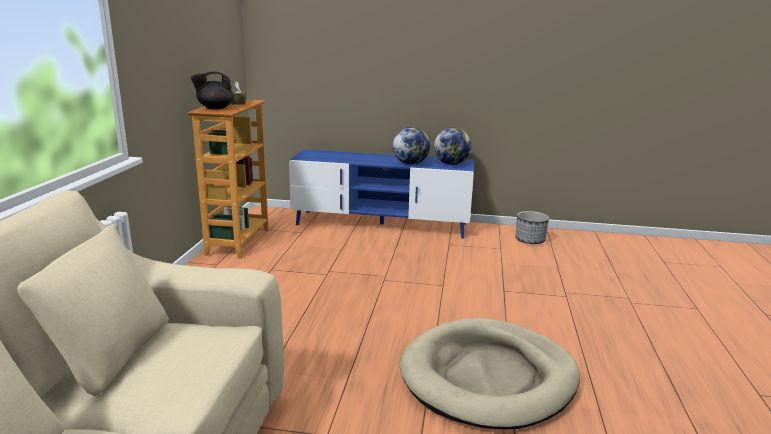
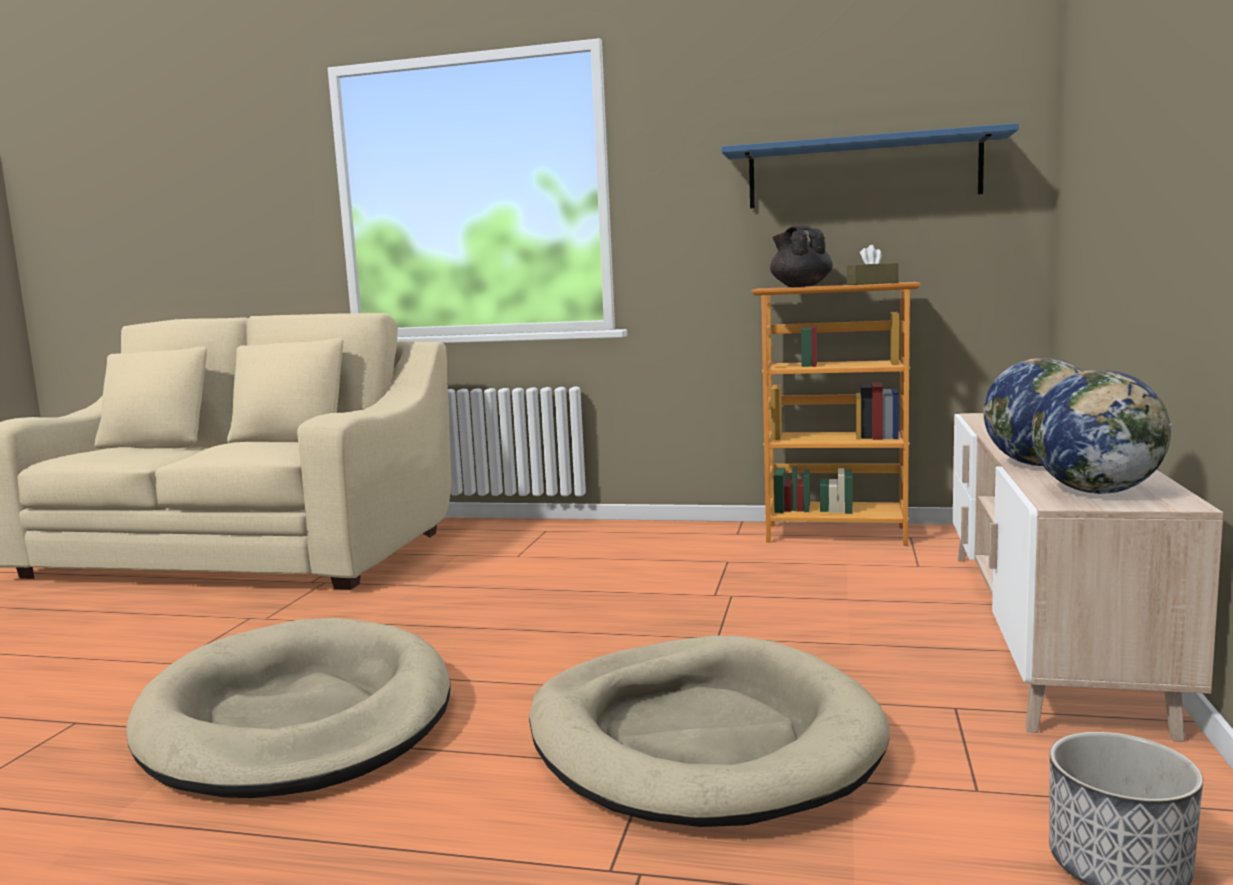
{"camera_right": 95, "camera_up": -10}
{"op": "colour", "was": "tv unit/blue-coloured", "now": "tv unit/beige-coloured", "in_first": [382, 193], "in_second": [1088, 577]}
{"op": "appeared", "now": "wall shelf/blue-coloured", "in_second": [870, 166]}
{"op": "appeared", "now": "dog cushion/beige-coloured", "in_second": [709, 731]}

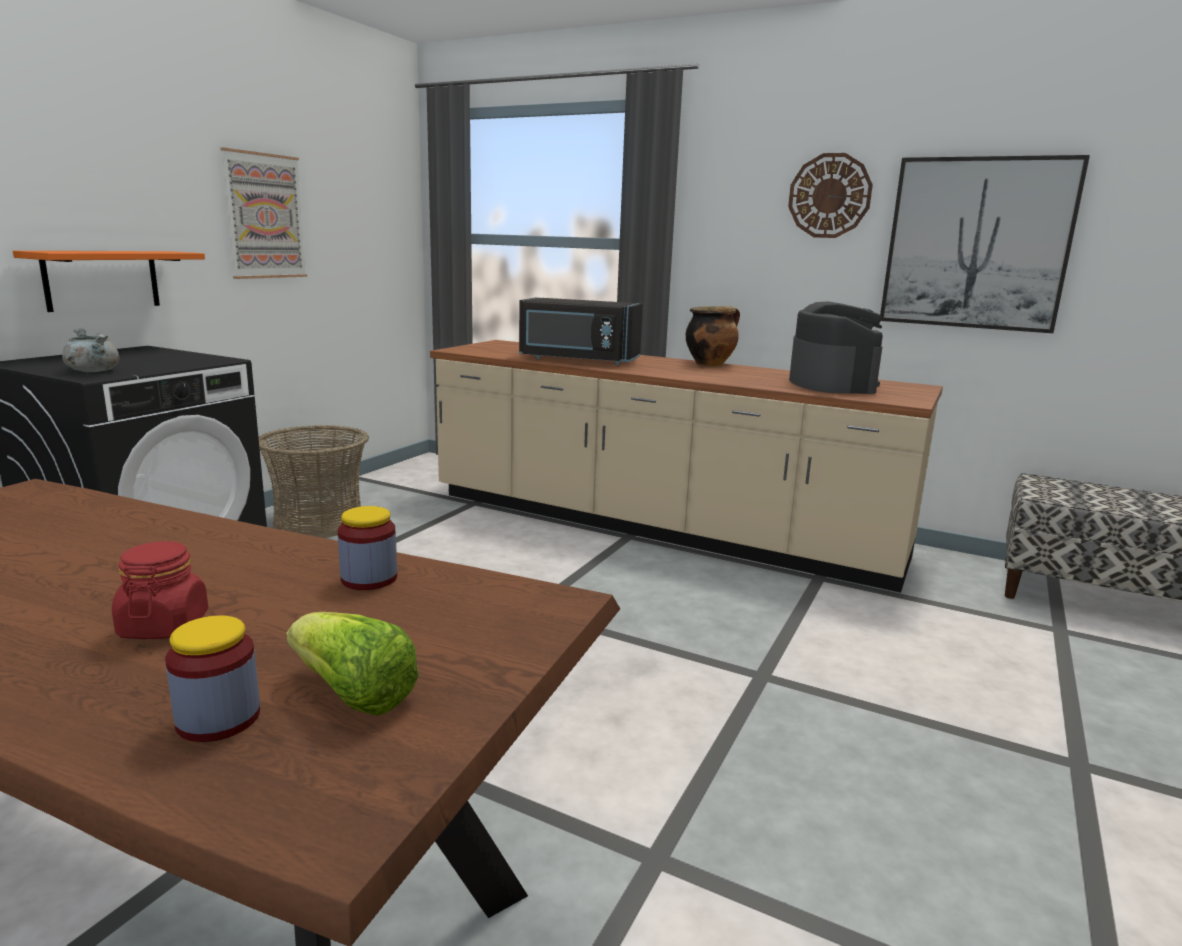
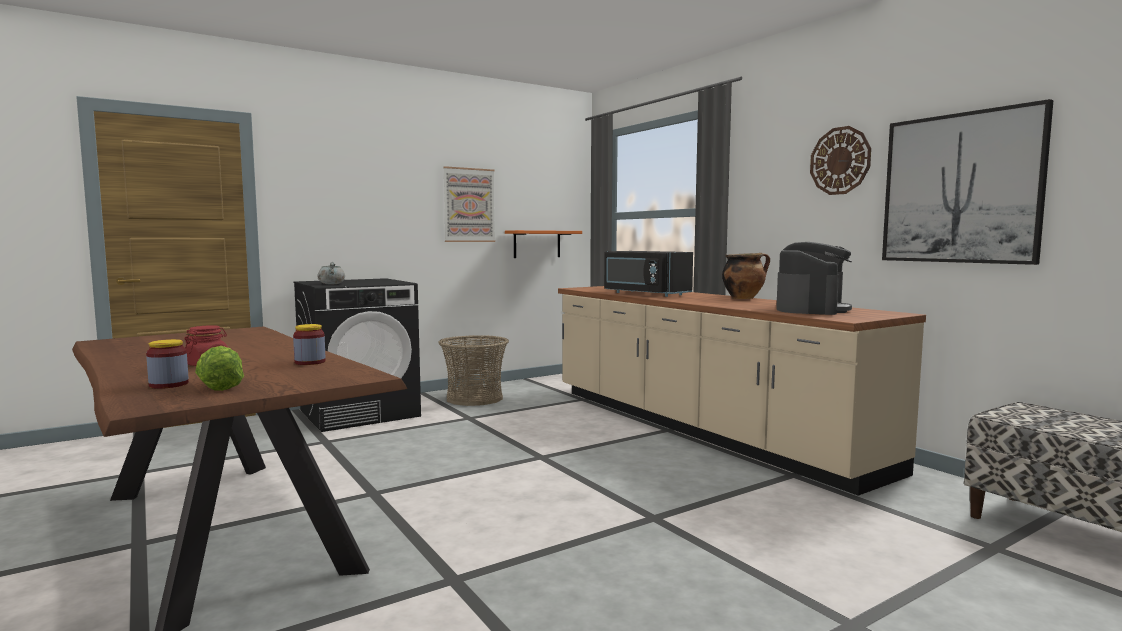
{"camera_right": 30, "camera_up": -10}
{"op": "relocated", "was": "wall shelf/orange-coloured", "in_first": [109, 281], "in_second": [543, 244]}

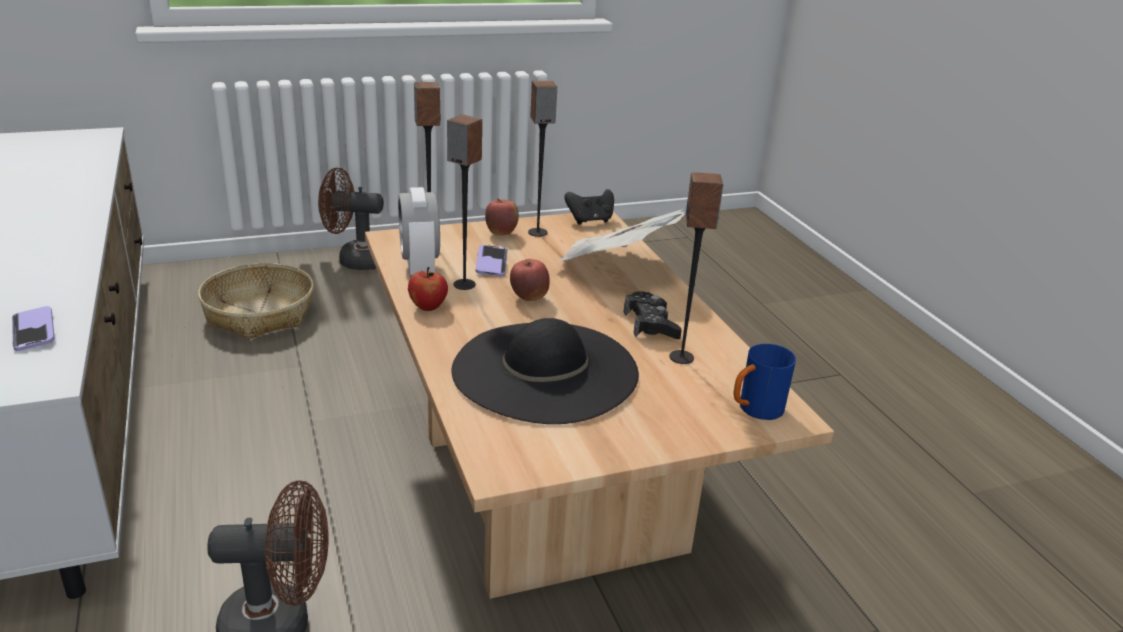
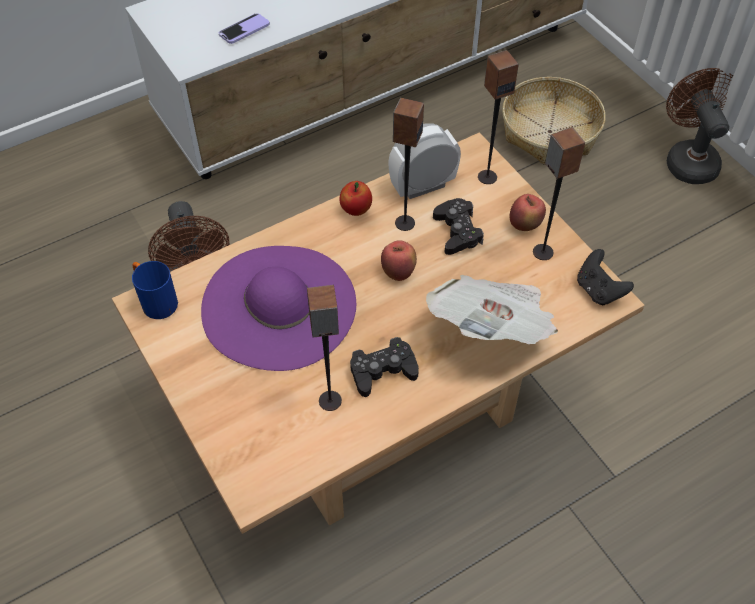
{"camera_right": 80, "camera_up": 25}
{"op": "exchanged", "was": "phone", "now": "game controller/blackish", "in_first": [491, 260], "in_second": [458, 226]}
{"op": "colour", "was": "clothing hat/blackish", "now": "clothing hat/purple-coloured", "in_first": [545, 371], "in_second": [278, 308]}
{"op": "relocated", "was": "mug/blue-coloured", "in_first": [765, 382], "in_second": [155, 290]}

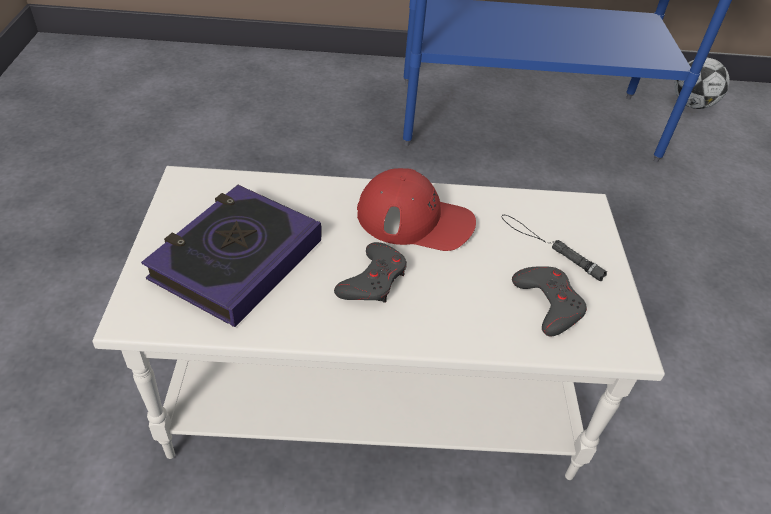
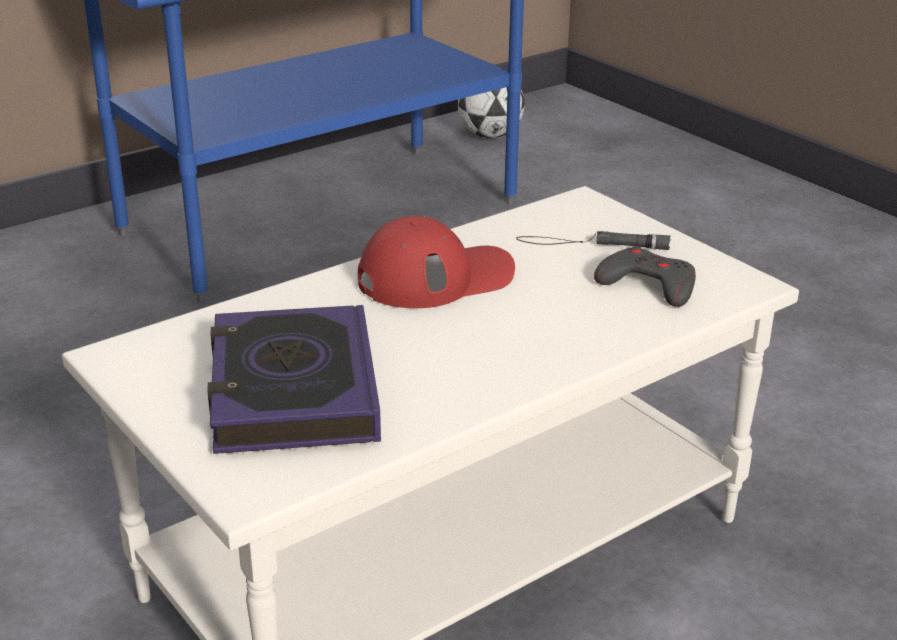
{"camera_right": -35, "camera_up": -15}
{"op": "missing", "was": "game controller/gray", "in_first": [370, 272]}

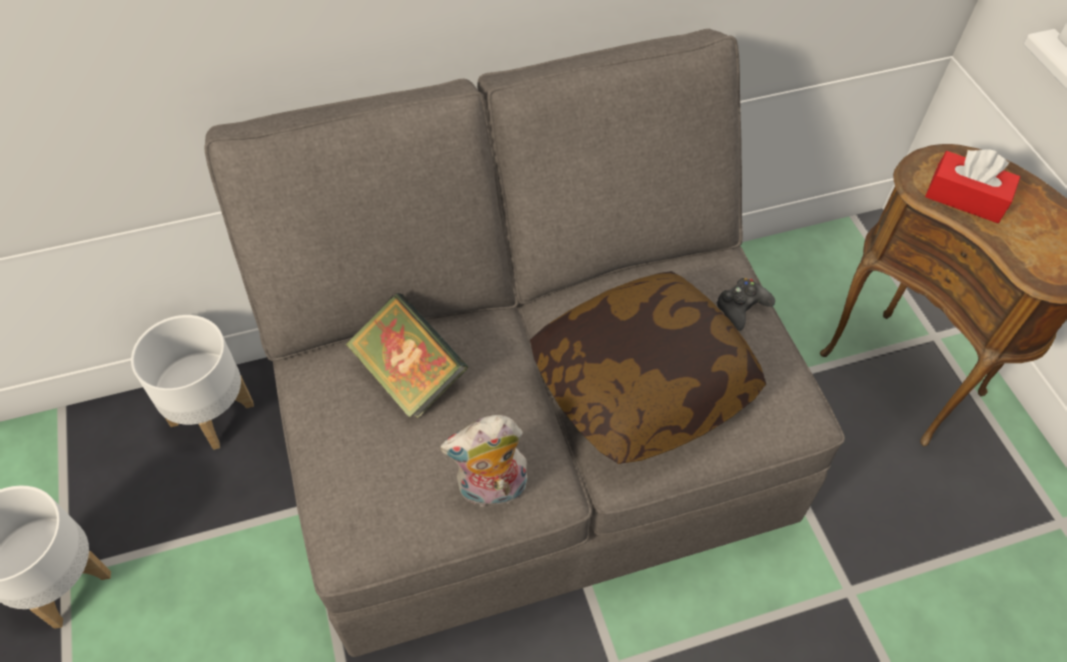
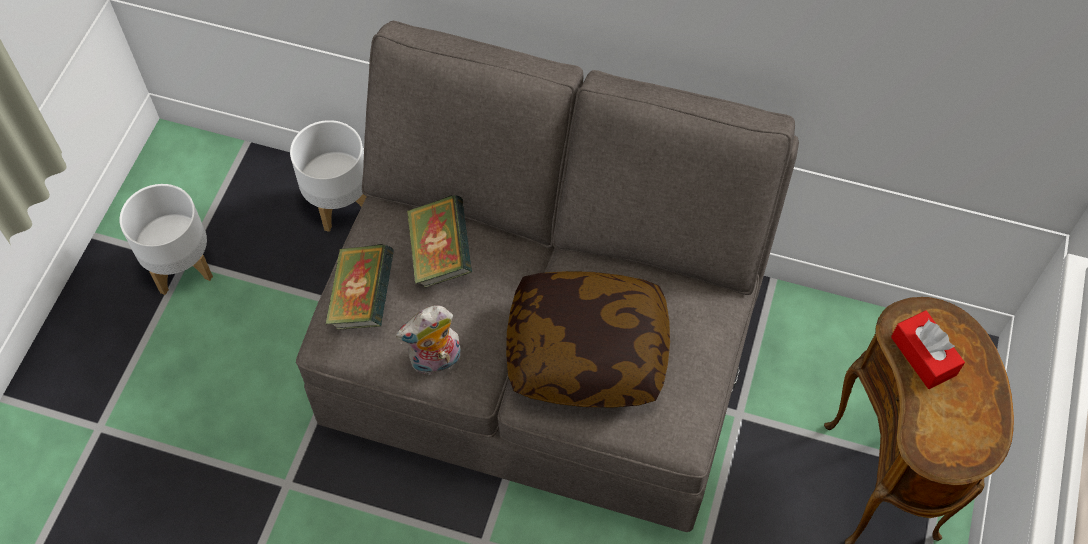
{"camera_right": 35, "camera_up": 5}
{"op": "missing", "was": "game controller/blackish", "in_first": [745, 304]}
{"op": "spun", "was": "plush toy", "in_first": [483, 461], "in_second": [428, 340], "clockwise": -45}
{"op": "appeared", "now": "book", "in_second": [360, 287]}

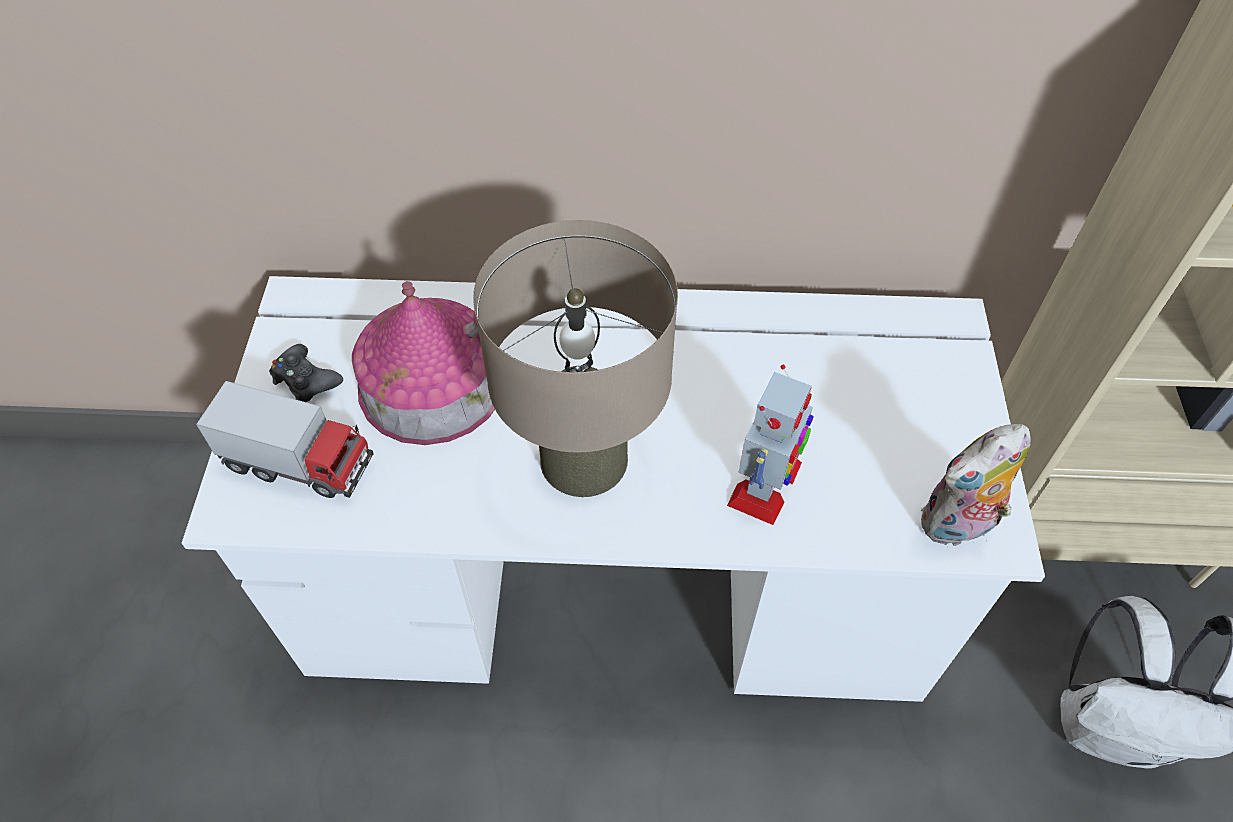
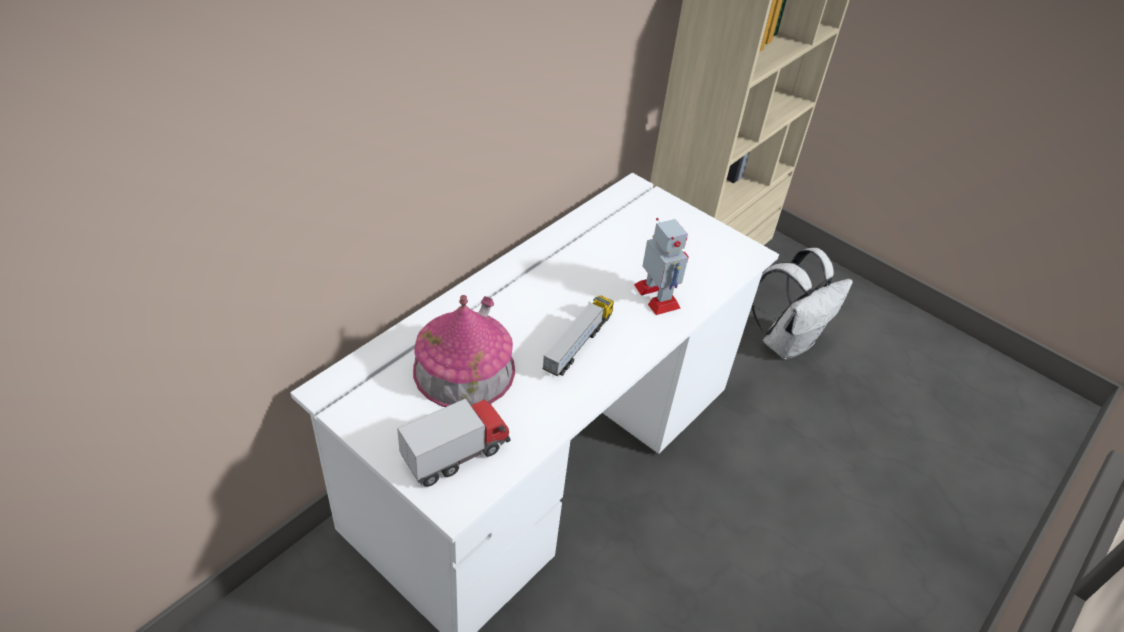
{"camera_right": -55, "camera_up": -10}
{"op": "exchanged", "was": "table lamp/beige-coloured", "now": "toy truck", "in_first": [575, 358], "in_second": [578, 335]}
{"op": "missing", "was": "game controller/blackish", "in_first": [306, 373]}
{"op": "missing", "was": "plush toy", "in_first": [976, 485]}

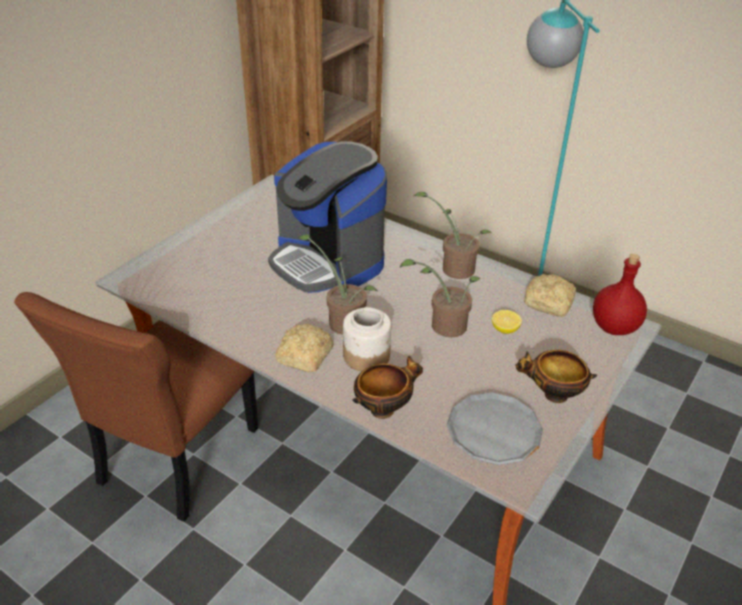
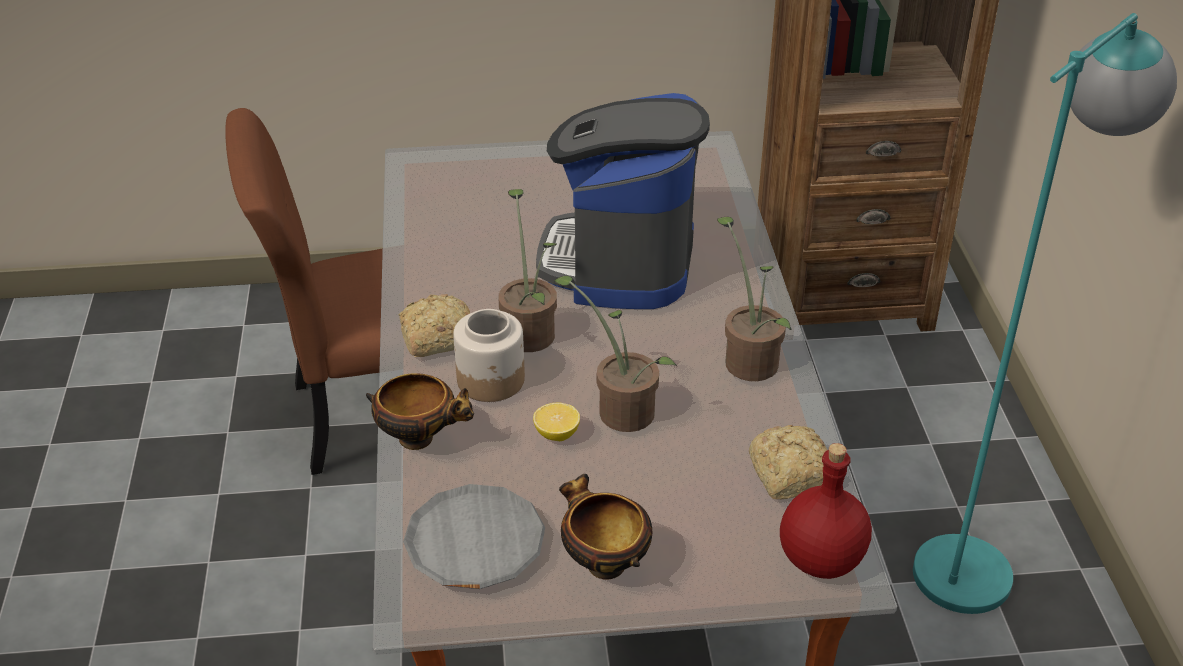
{"camera_right": 50, "camera_up": 0}
{"op": "relocated", "was": "whole lemon", "in_first": [507, 322], "in_second": [556, 422]}

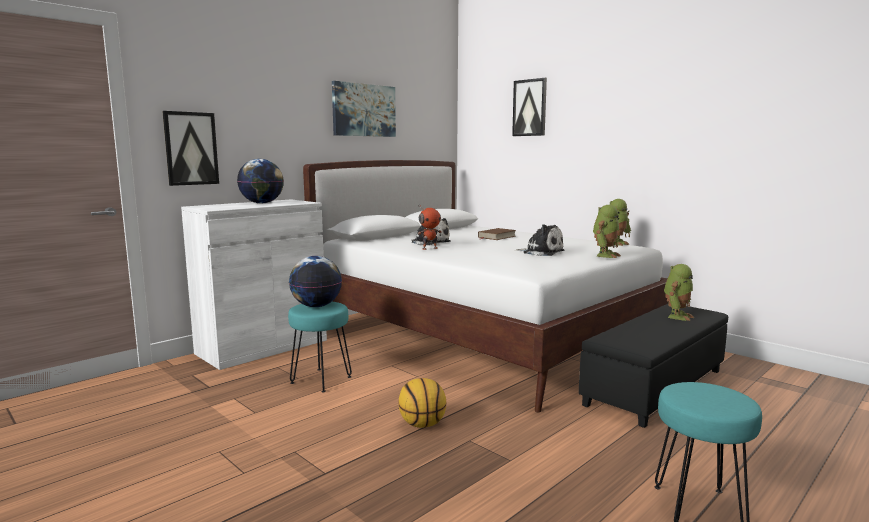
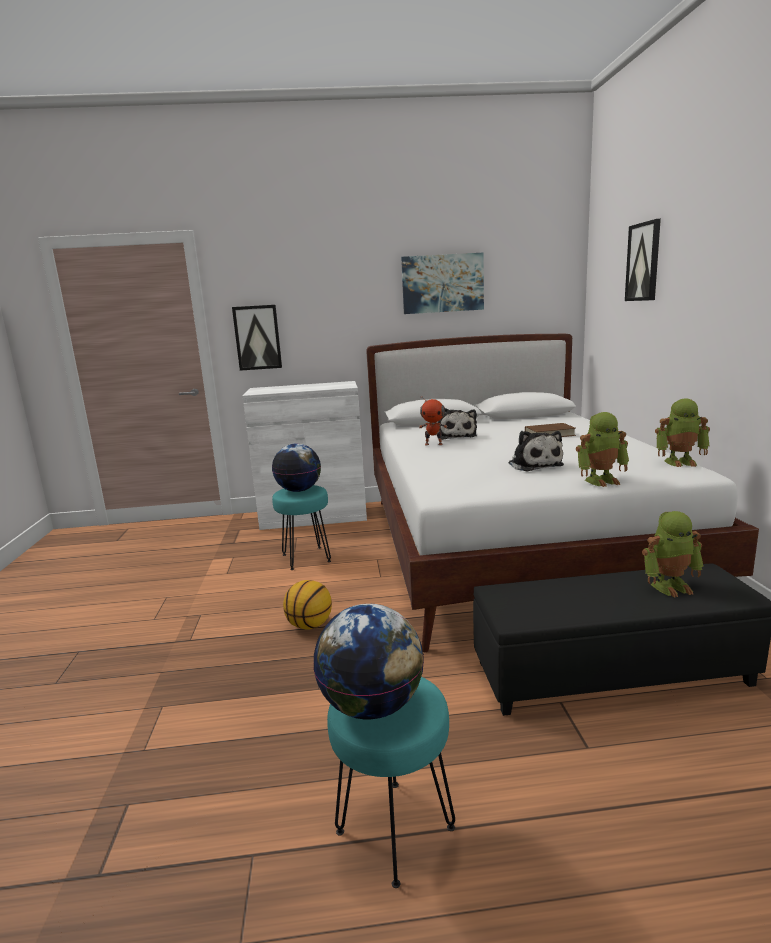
{"camera_right": 40, "camera_up": 5}
{"op": "relocated", "was": "desk globe", "in_first": [260, 181], "in_second": [368, 661]}

